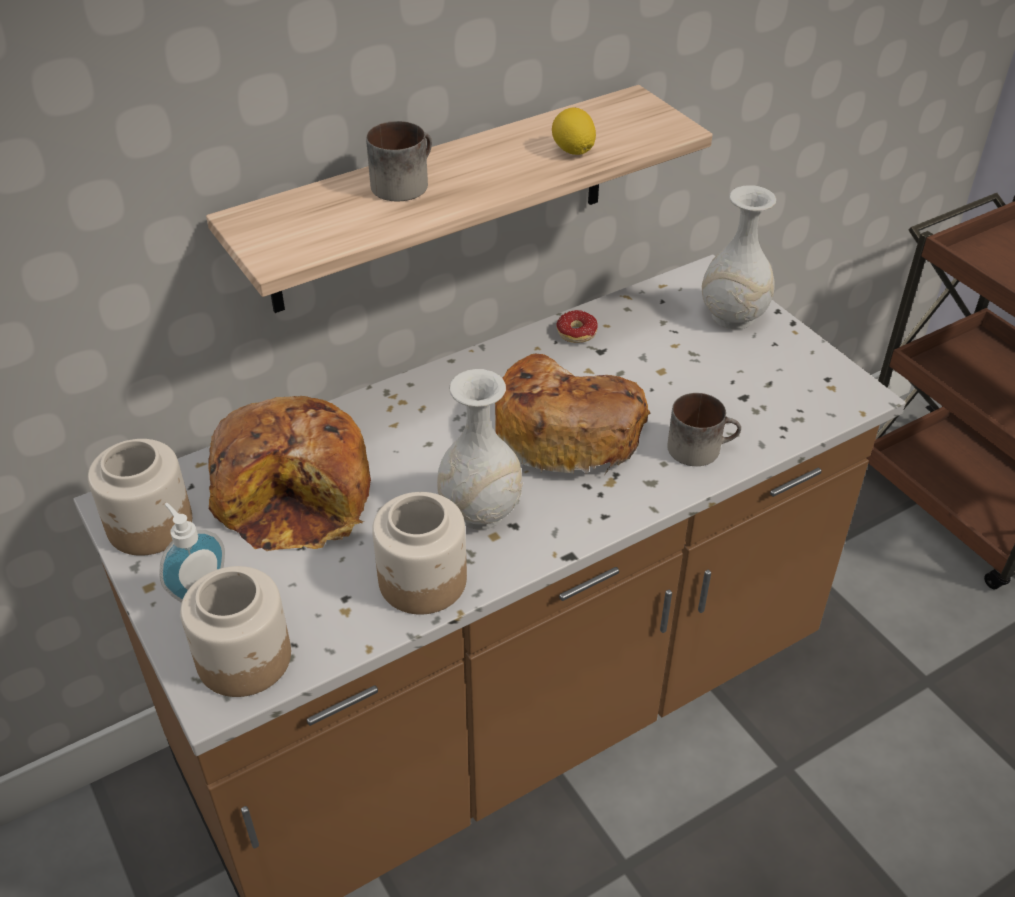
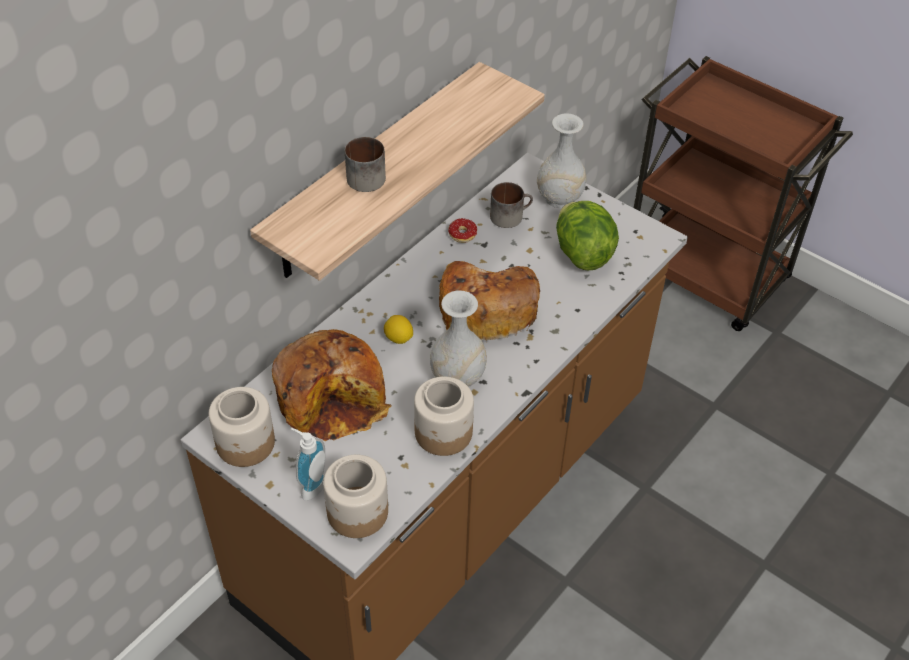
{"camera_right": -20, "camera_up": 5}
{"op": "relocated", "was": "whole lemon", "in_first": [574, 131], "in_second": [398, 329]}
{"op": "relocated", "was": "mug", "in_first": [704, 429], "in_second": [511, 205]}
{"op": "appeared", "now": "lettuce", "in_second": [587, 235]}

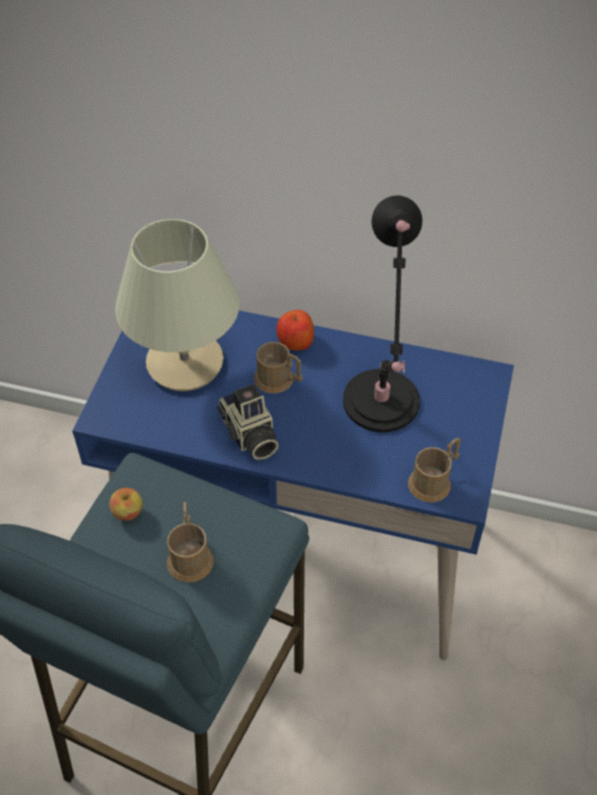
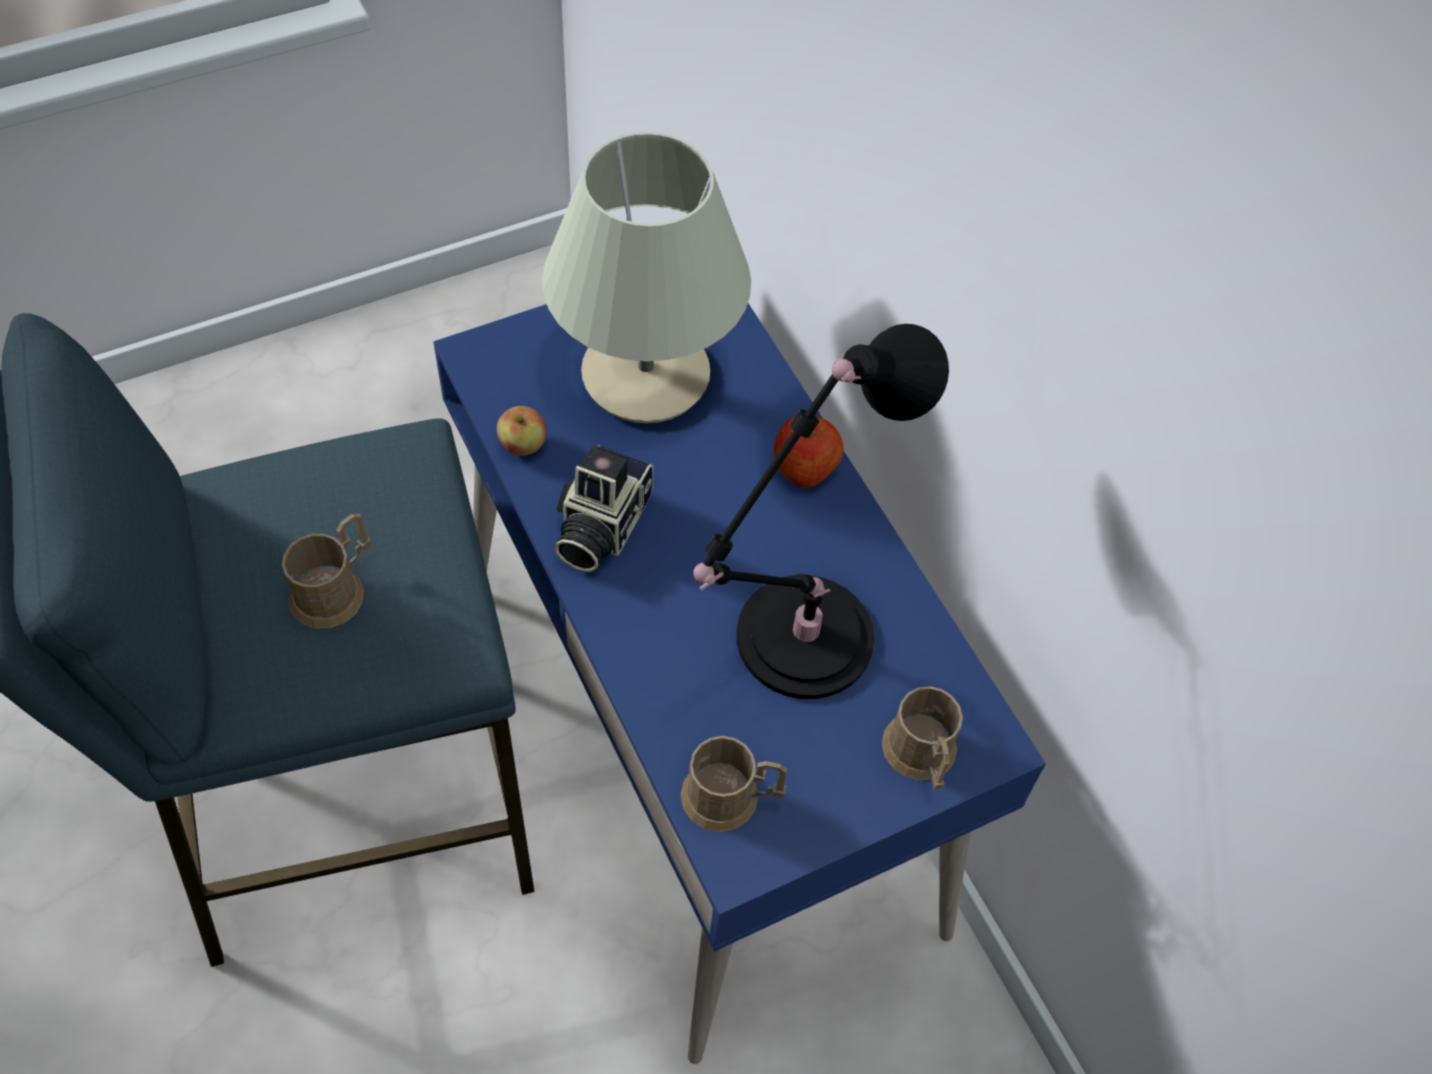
{"camera_right": 45, "camera_up": 5}
{"op": "relocated", "was": "mug/brown", "in_first": [278, 368], "in_second": [922, 737]}
{"op": "relocated", "was": "whole apple", "in_first": [126, 504], "in_second": [522, 431]}

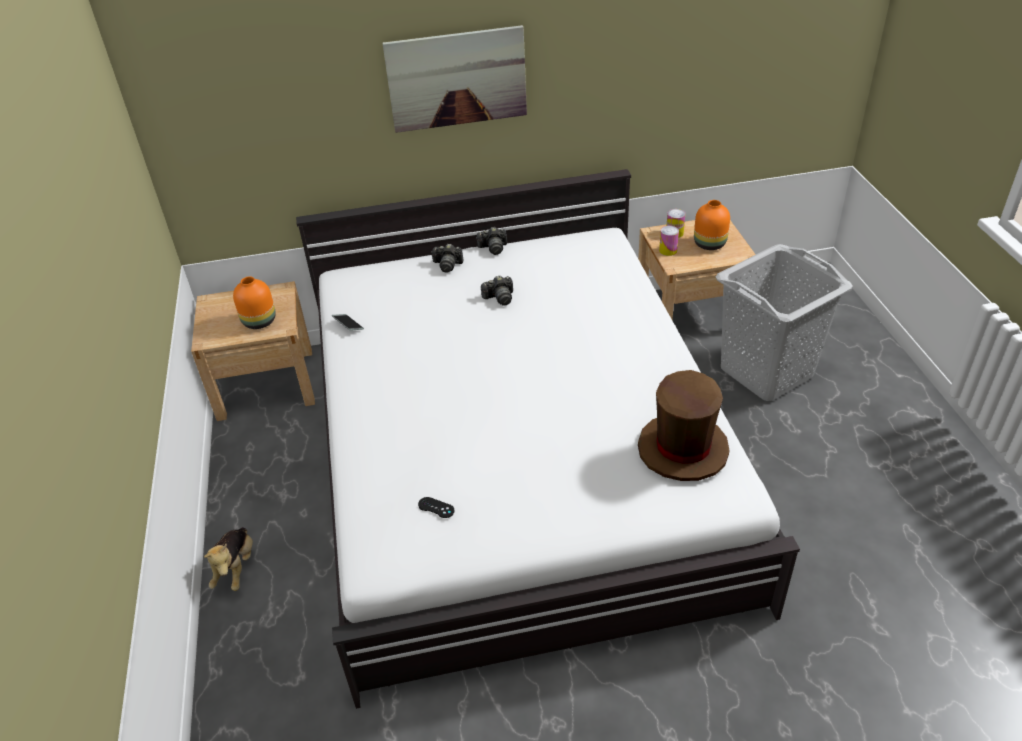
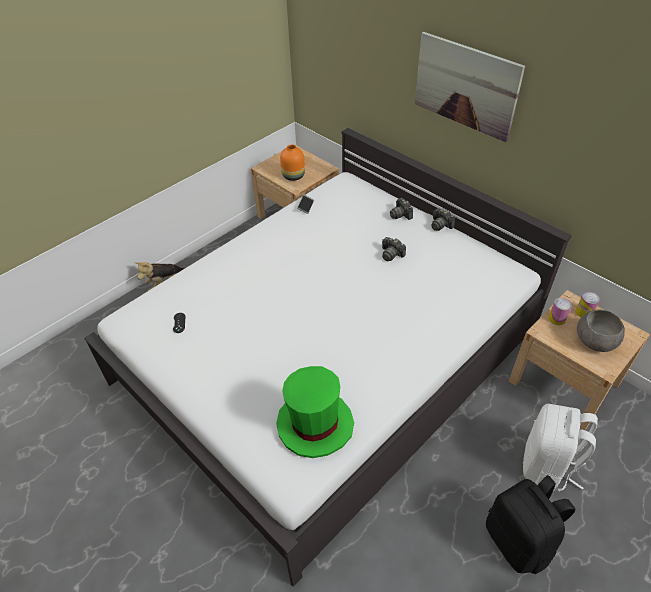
{"camera_right": 55, "camera_up": 5}
{"op": "exchanged", "was": "vase/orange-coloured", "now": "bowl/gray", "in_first": [712, 225], "in_second": [601, 331]}
{"op": "exchanged", "was": "hamper/gray", "now": "backpack/white", "in_first": [784, 322], "in_second": [560, 447]}
{"op": "colour", "was": "clothing hat/brown", "now": "clothing hat/greenish", "in_first": [684, 425], "in_second": [315, 412]}
{"op": "appeared", "now": "backpack/blackish", "in_second": [530, 524]}

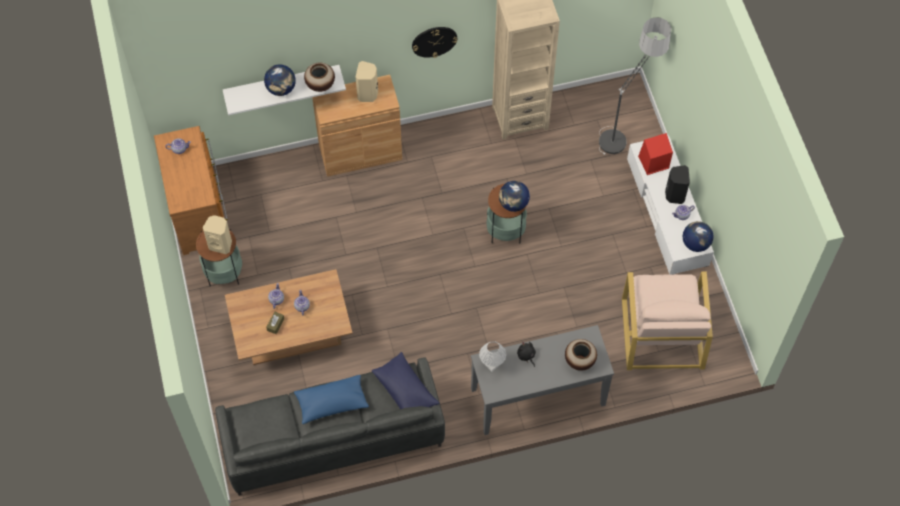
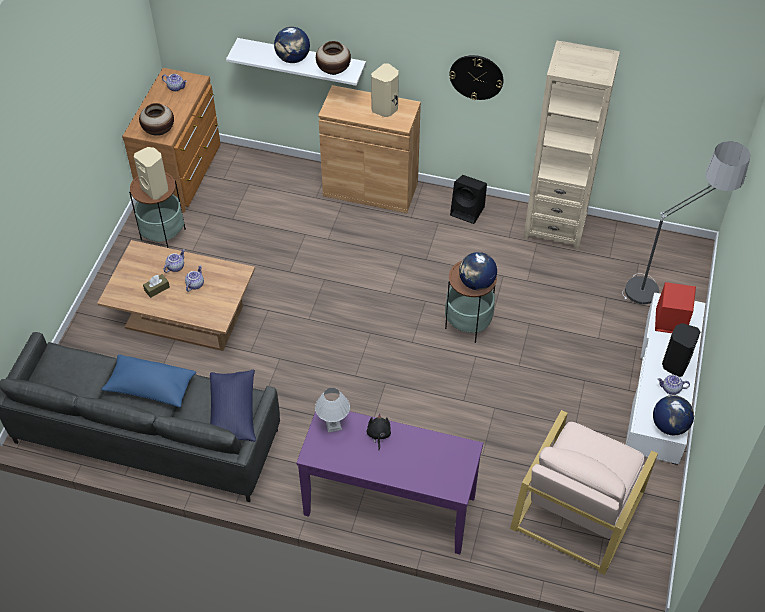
{"camera_right": 30, "camera_up": -10}
{"op": "colour", "was": "hall table/gray", "now": "hall table/purple-coloured", "in_first": [542, 380], "in_second": [389, 482]}
{"op": "relocated", "was": "vase", "in_first": [581, 355], "in_second": [156, 119]}
{"op": "appeared", "now": "loudspeaker/blackish", "in_second": [468, 199]}

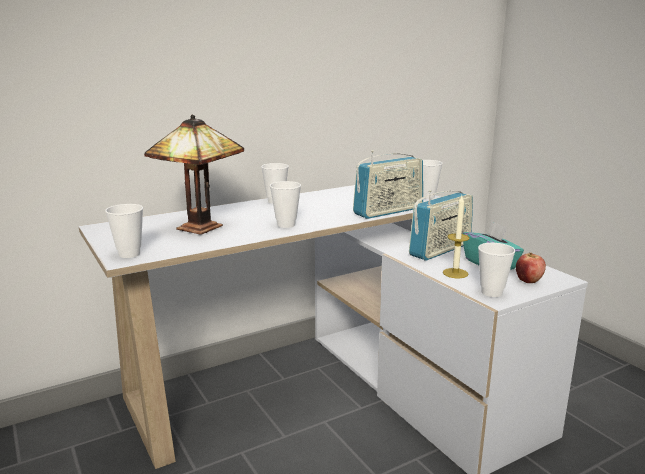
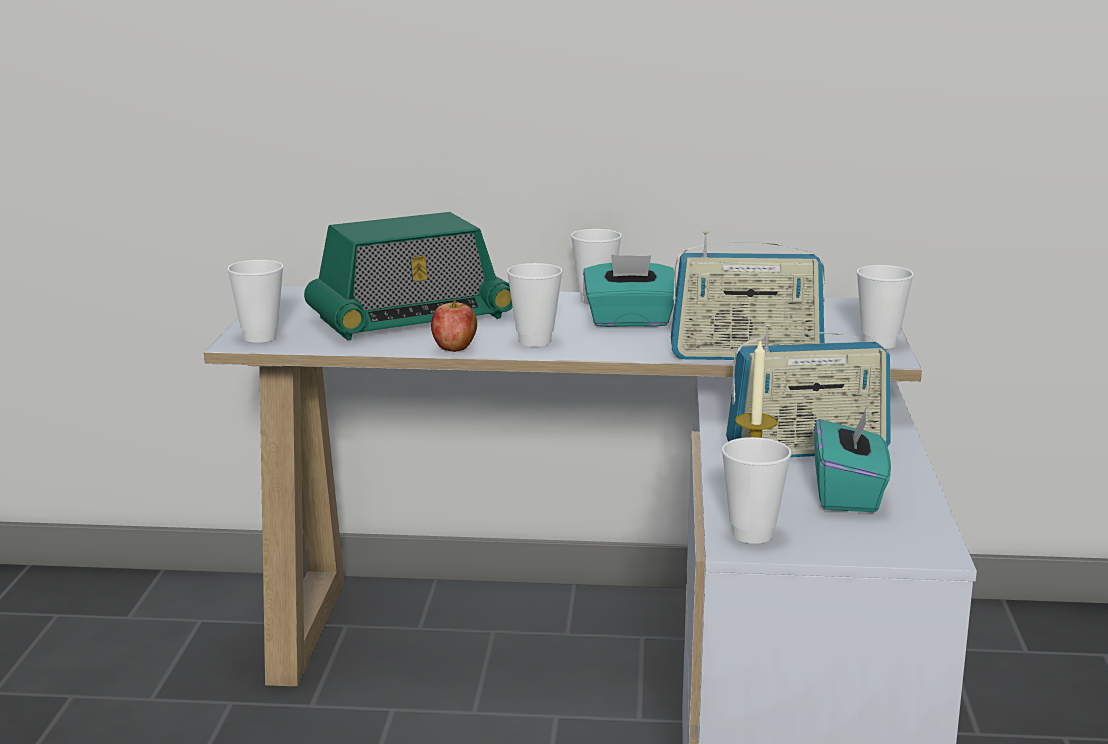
{"camera_right": 35, "camera_up": 0}
{"op": "exchanged", "was": "table lamp", "now": "radio", "in_first": [194, 174], "in_second": [408, 276]}
{"op": "relocated", "was": "whole apple", "in_first": [531, 268], "in_second": [454, 326]}
{"op": "appeared", "now": "box of tissues/turquoise", "in_second": [629, 290]}

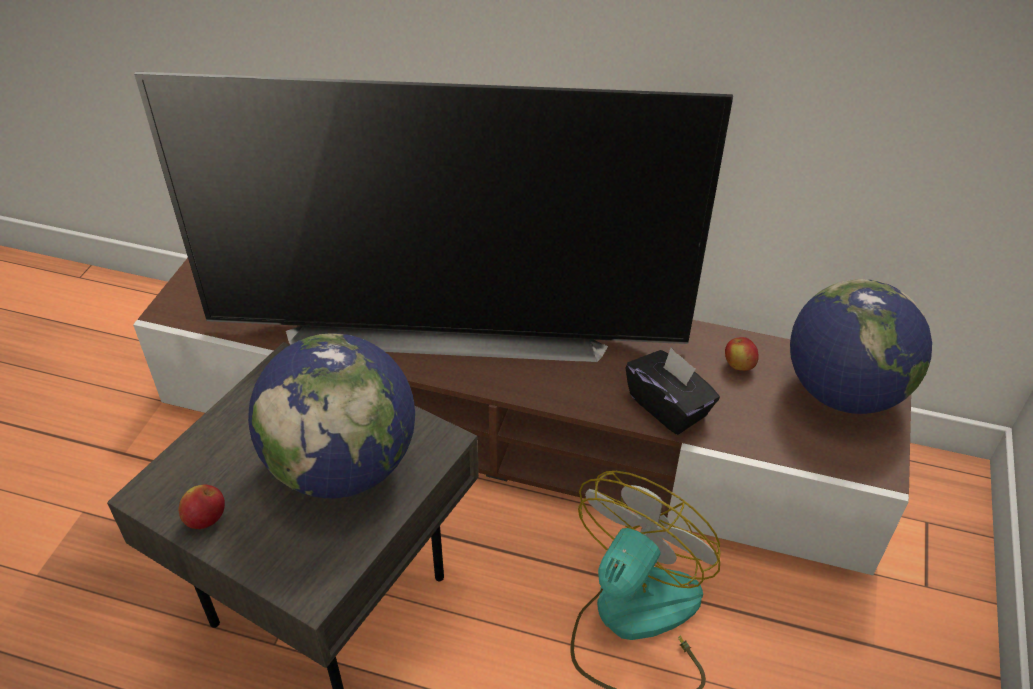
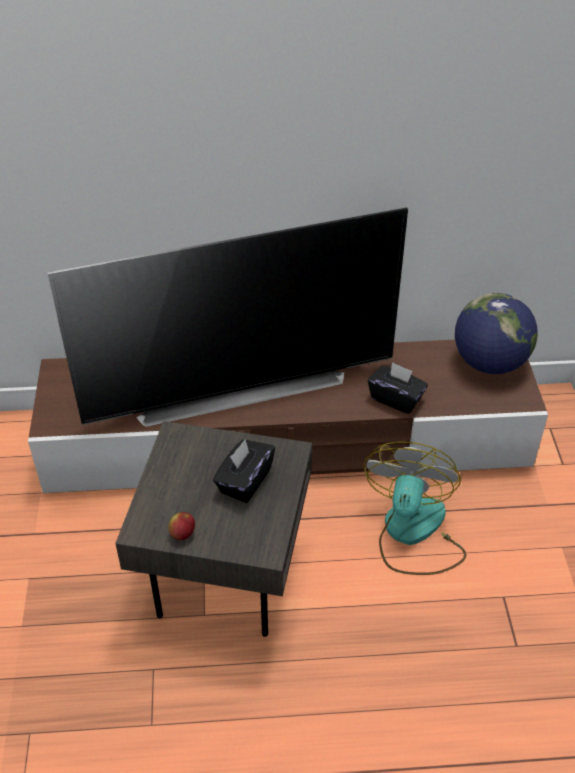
{"camera_right": -20, "camera_up": 0}
{"op": "exchanged", "was": "desk globe", "now": "box of tissues/blackish", "in_first": [331, 415], "in_second": [244, 471]}
{"op": "missing", "was": "whole apple", "in_first": [742, 354]}

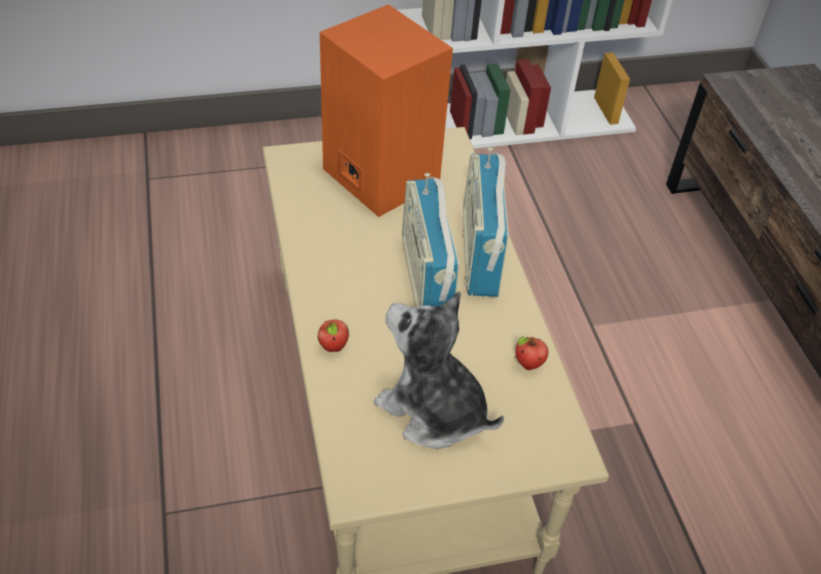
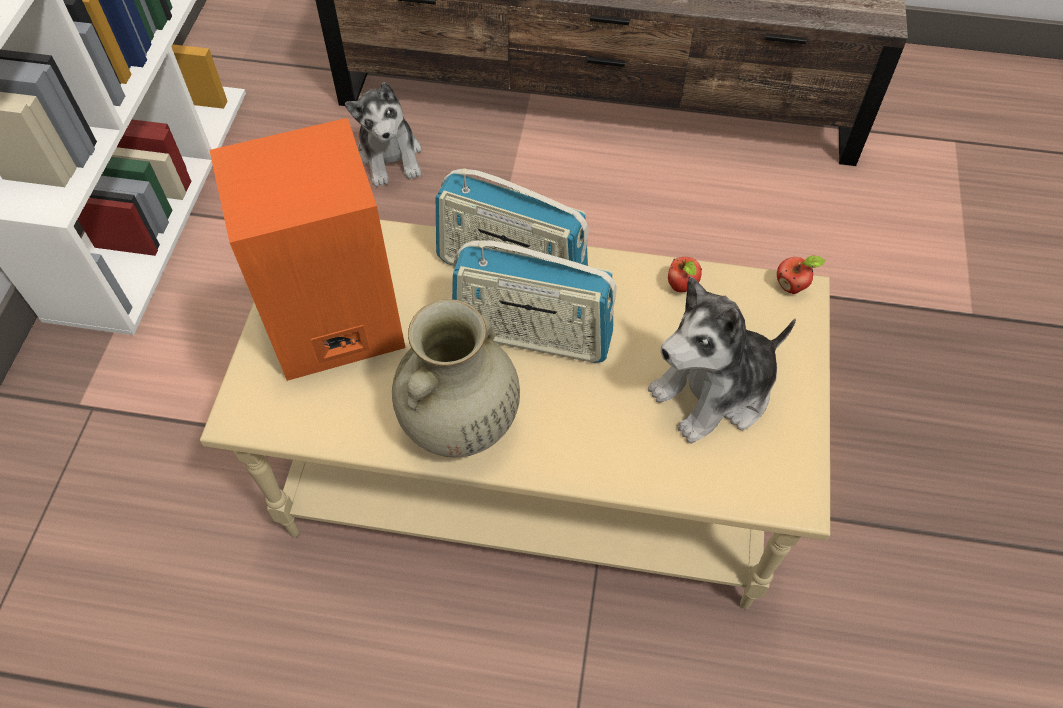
{"camera_right": -65, "camera_up": 10}
{"op": "relocated", "was": "whole apple", "in_first": [333, 336], "in_second": [801, 274]}
{"op": "appeared", "now": "plush toy", "in_second": [383, 134]}
{"op": "appeared", "now": "vase/beige-coloured", "in_second": [456, 378]}

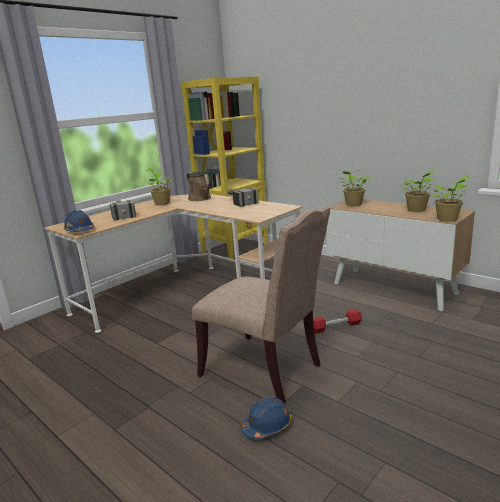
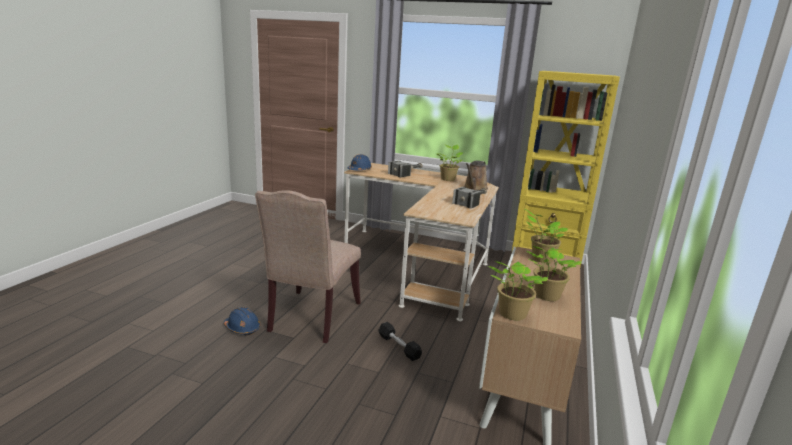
{"camera_right": 65, "camera_up": 0}
{"op": "colour", "was": "free weight/reddish", "now": "free weight/blackish", "in_first": [337, 321], "in_second": [400, 341]}

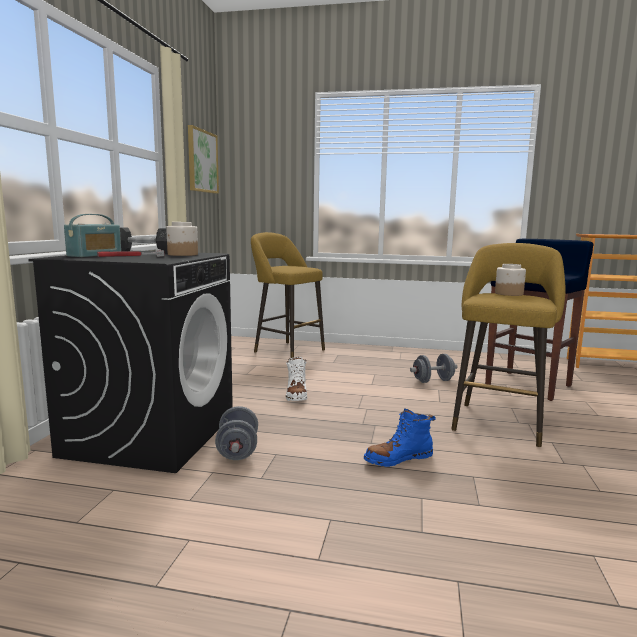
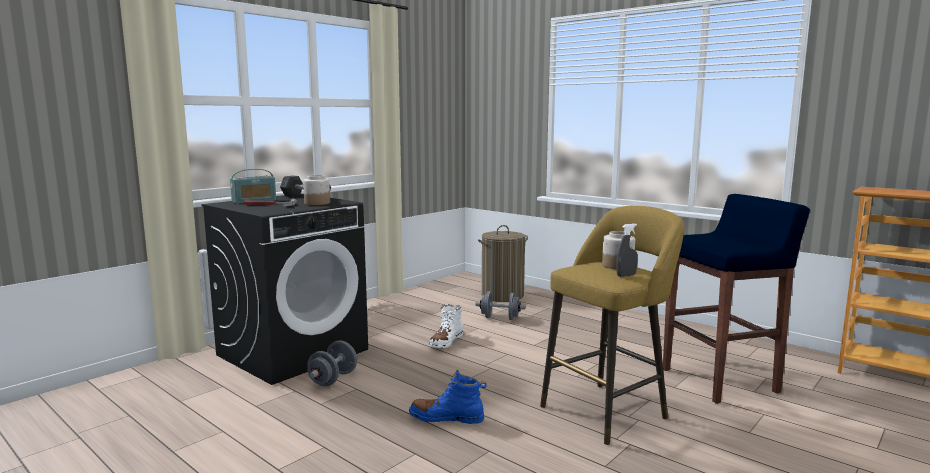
{"camera_right": 30, "camera_up": 0}
{"op": "missing", "was": "wall picture", "in_first": [203, 159]}
{"op": "exchanged", "was": "sitting stool/yellow", "now": "hamper", "in_first": [288, 295], "in_second": [503, 263]}
{"op": "relocated", "was": "free weight/gray", "in_first": [433, 368], "in_second": [500, 305]}
{"op": "appeared", "now": "spray bottle/gray", "in_second": [627, 250]}

